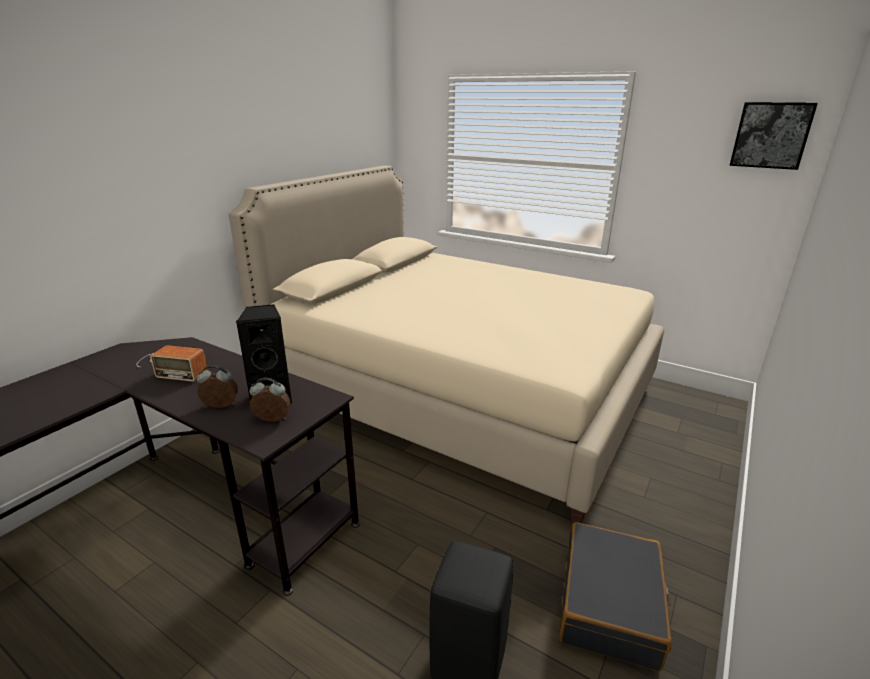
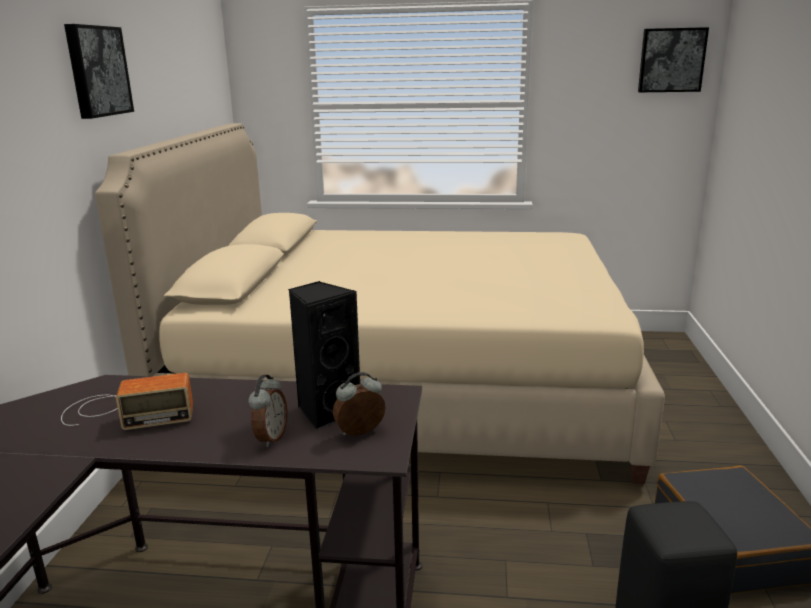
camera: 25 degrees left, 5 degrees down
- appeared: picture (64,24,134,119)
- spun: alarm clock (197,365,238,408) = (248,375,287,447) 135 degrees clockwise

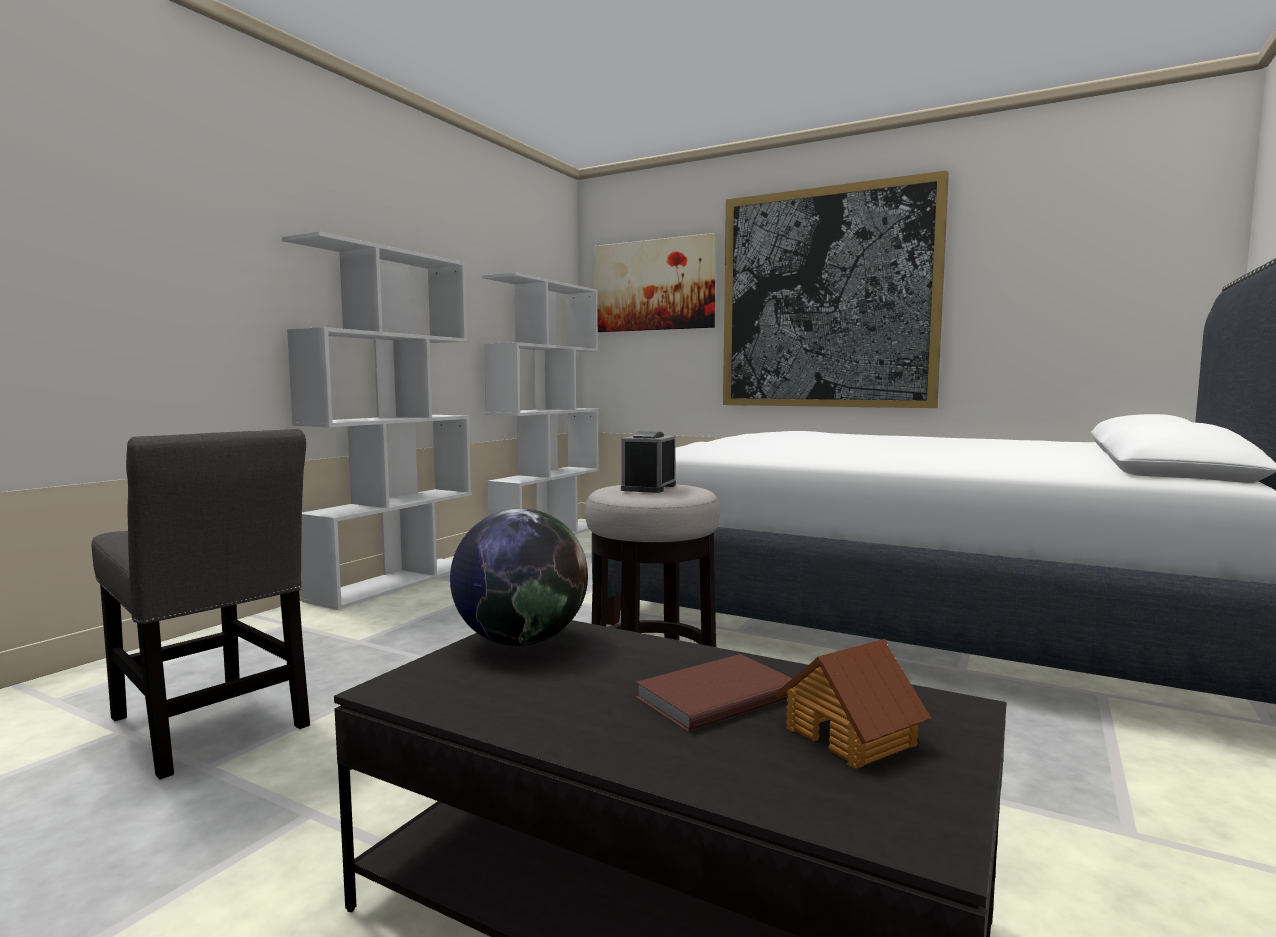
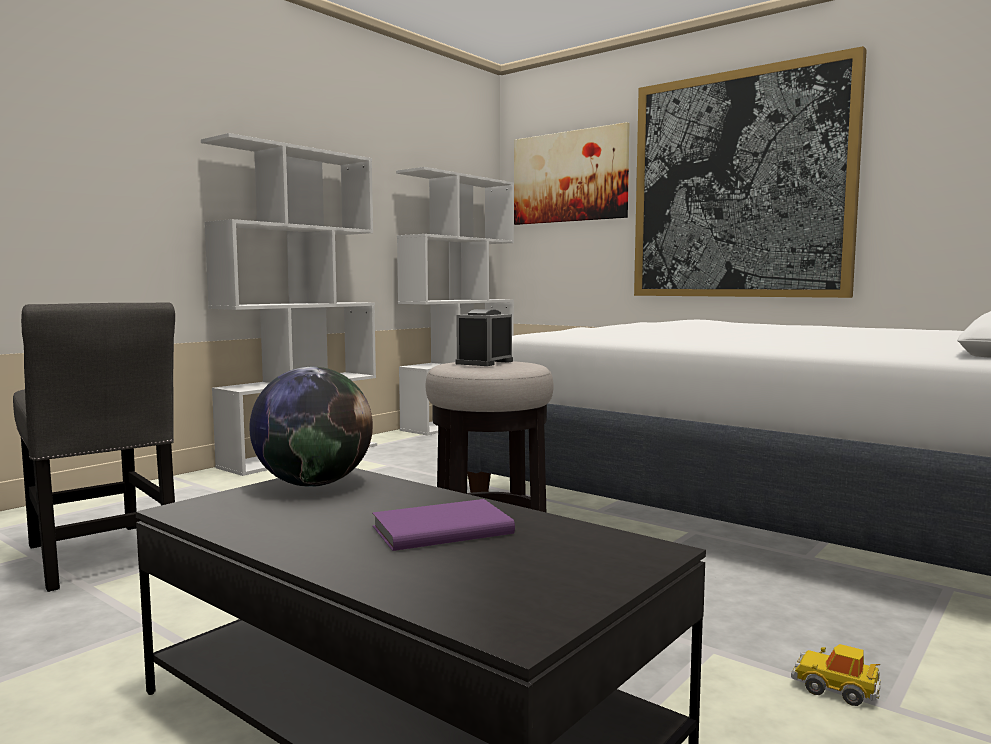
camera: 10 degrees right, 0 degrees up
- colour: brown book (636,654,792,732) to purple book (372,499,515,551)
- appeared: toy car (791,644,881,706)
- missing: toy house (775,639,931,769)

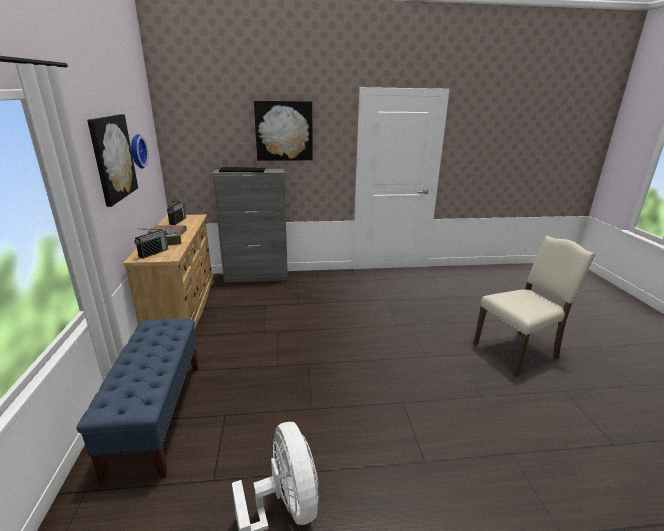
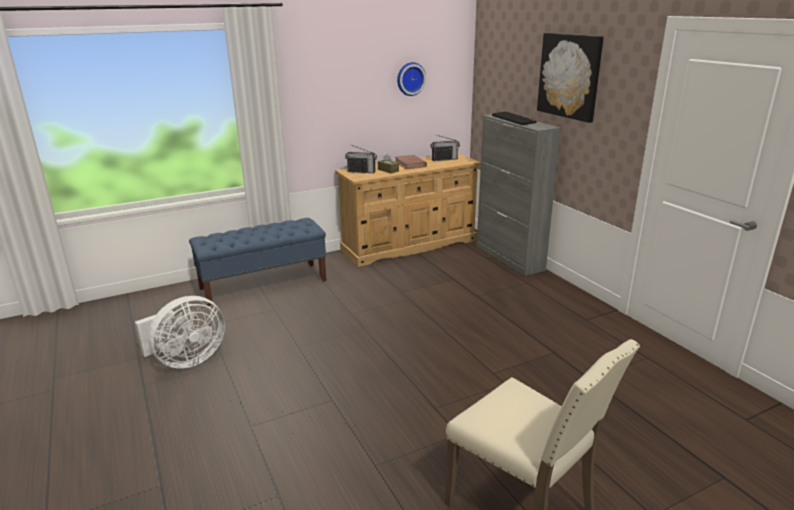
camera: 70 degrees right, 0 degrees up
- missing: picture (87,114,138,207)

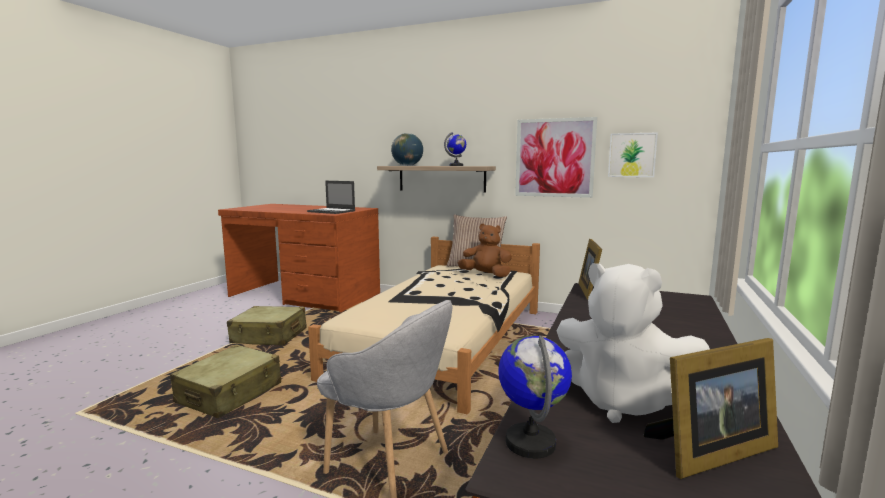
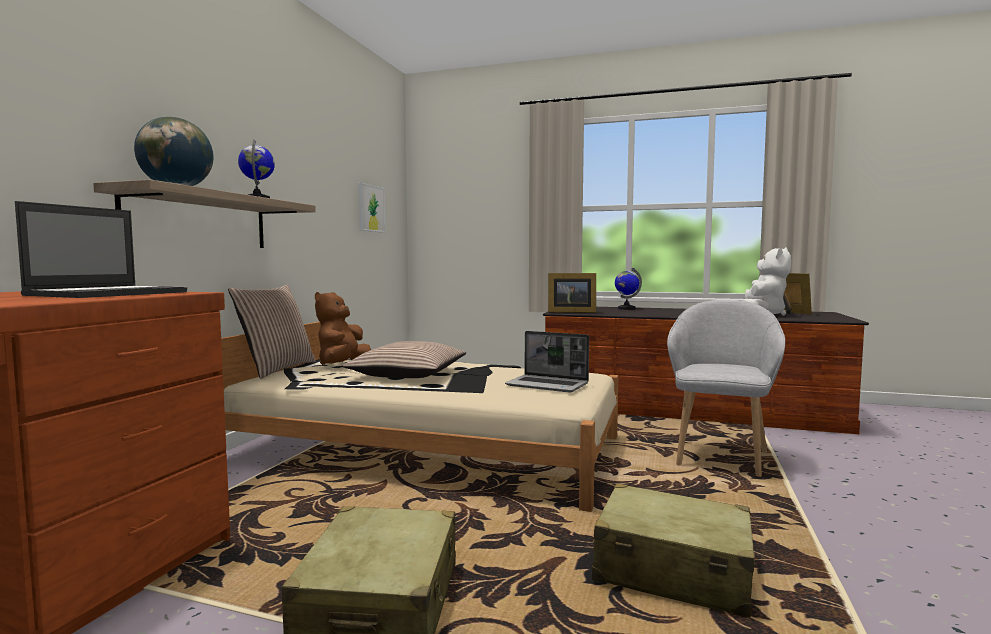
camera: 95 degrees left, 5 degrees down
- appeared: pillow (342,341,466,378)
- appeared: laptop (505,331,589,393)
- relocated: globe (499,335,572,458) to (615,268,642,310)
- missing: picture (515,117,597,198)

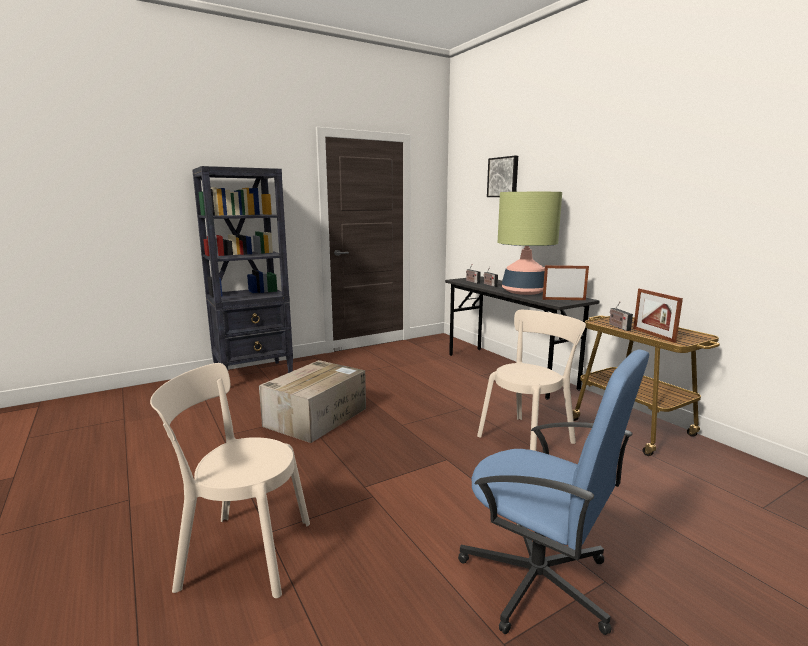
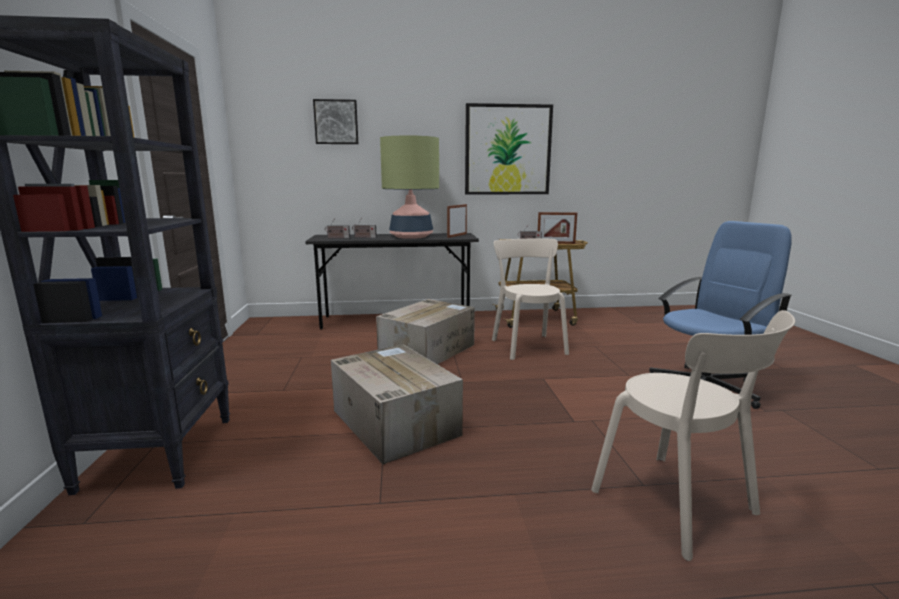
camera: 65 degrees left, 0 degrees up
- appeared: cardboard box (376,299,475,364)
- appeared: picture (465,103,553,195)
- spun: beige chair (150,363,310,598) = (591,310,795,561) 60 degrees counterclockwise

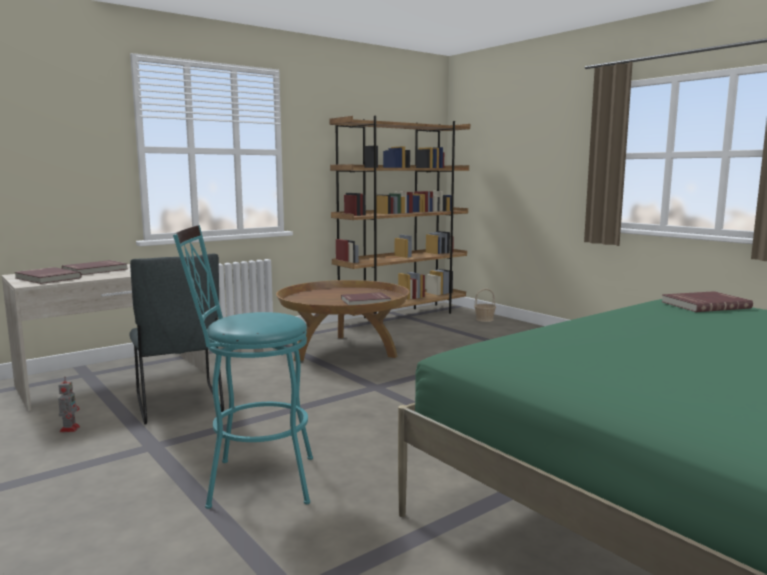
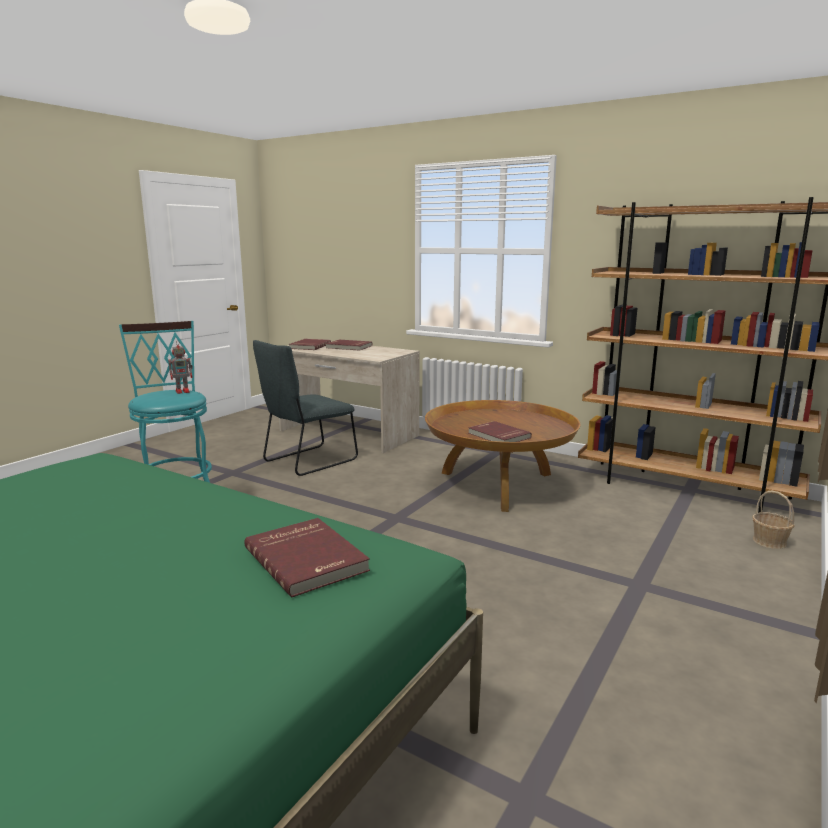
camera: 70 degrees right, 5 degrees up
- relocated: toy robot (58,376,80,432) to (168,341,193,394)

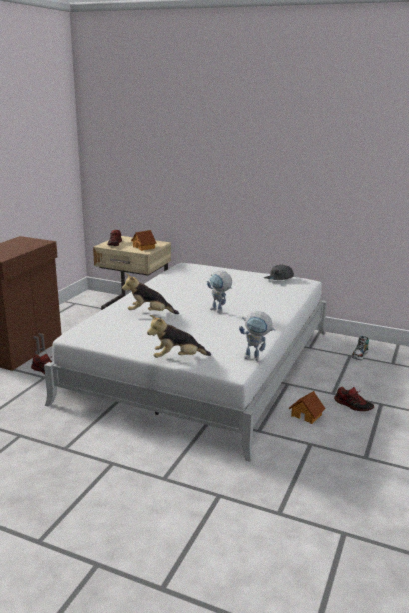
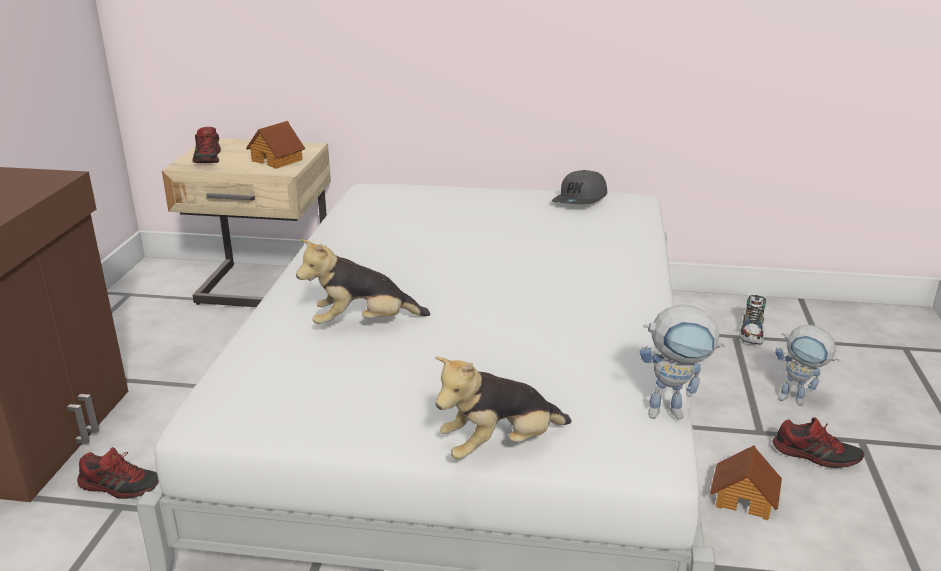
camera: 15 degrees left, 5 degrees up
- relocated: toy robot (207,271,232,313) to (775,325,840,406)

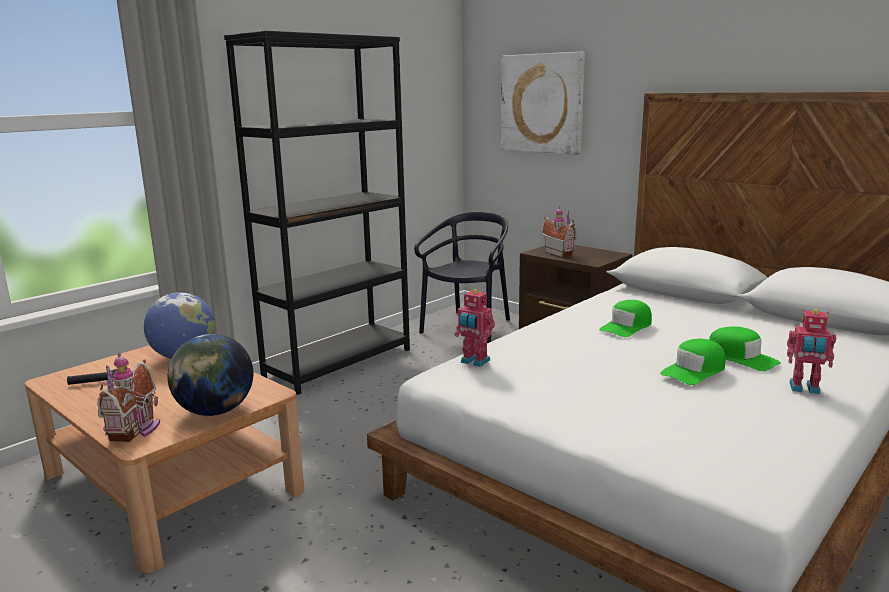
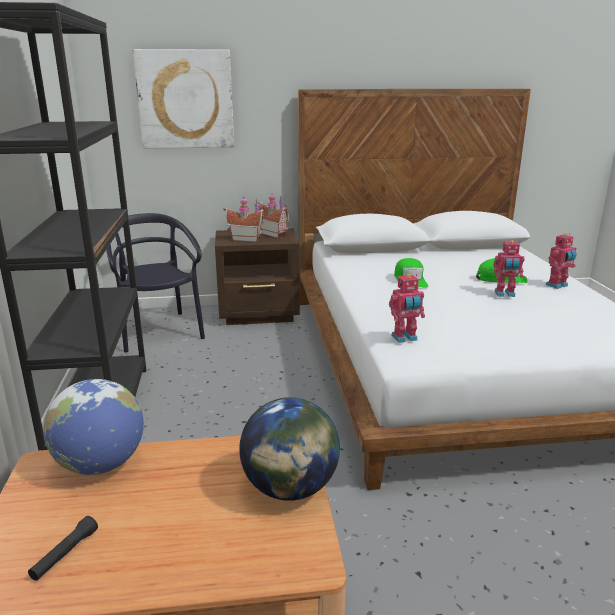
camera: 50 degrees left, 5 degrees up
- relocated: toy house (97,352,160,442) to (258,193,289,238)
- exchanged: green cap (660,339,725,385) to toy robot (493,240,525,297)

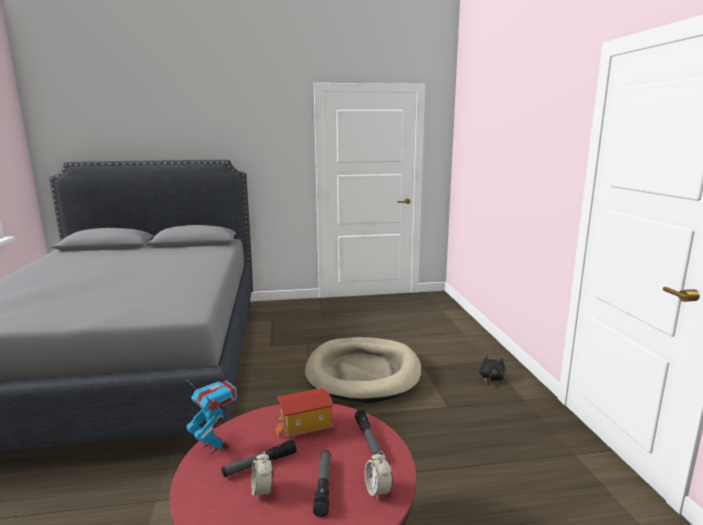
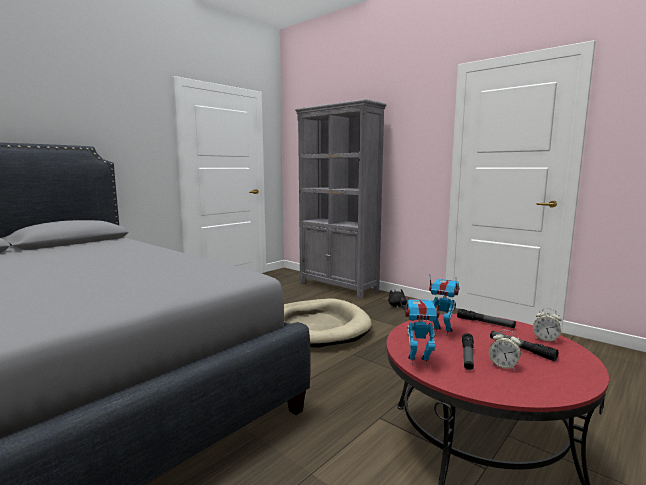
camera: 40 degrees left, 5 degrees down
- appeared: grey bookcase (295,99,387,299)
- exchanged: toy house (275,388,333,439) to toy robot (429,274,460,336)

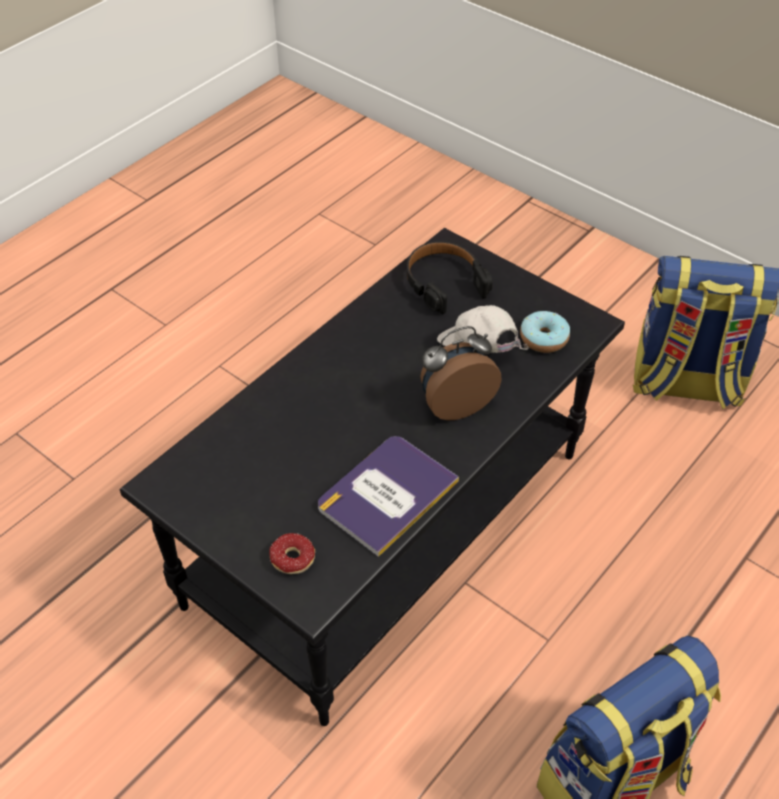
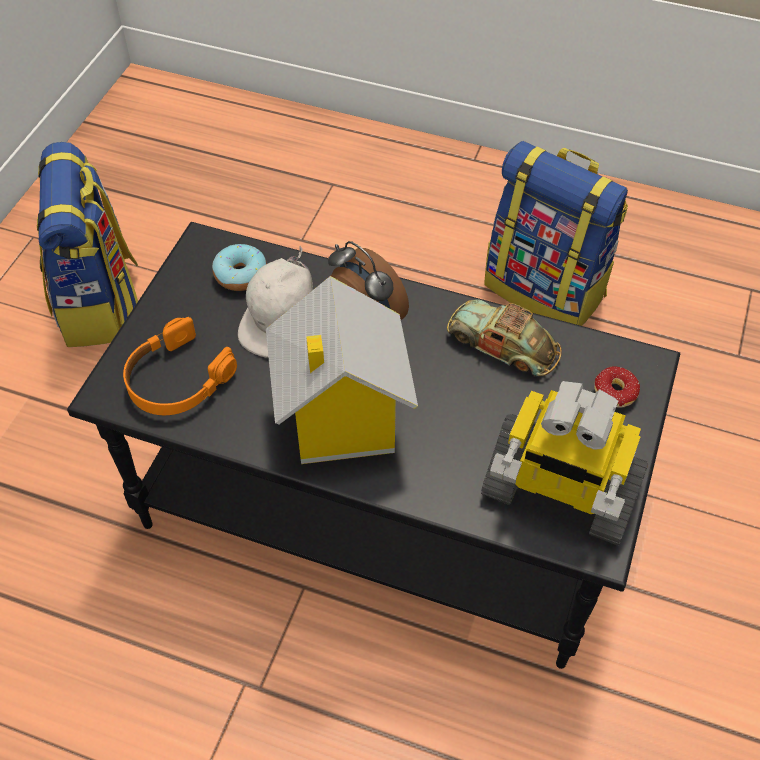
camera: 110 degrees left, 5 degrees up
- colour: black headphones (407,241,493,314) to orange headphones (123,317,237,415)
- appeared: toy house (266,276,418,464)
- exchanged: book (318,436,459,557) to toy car (447,300,562,376)
- appeared: toy robot (481,381,648,546)

